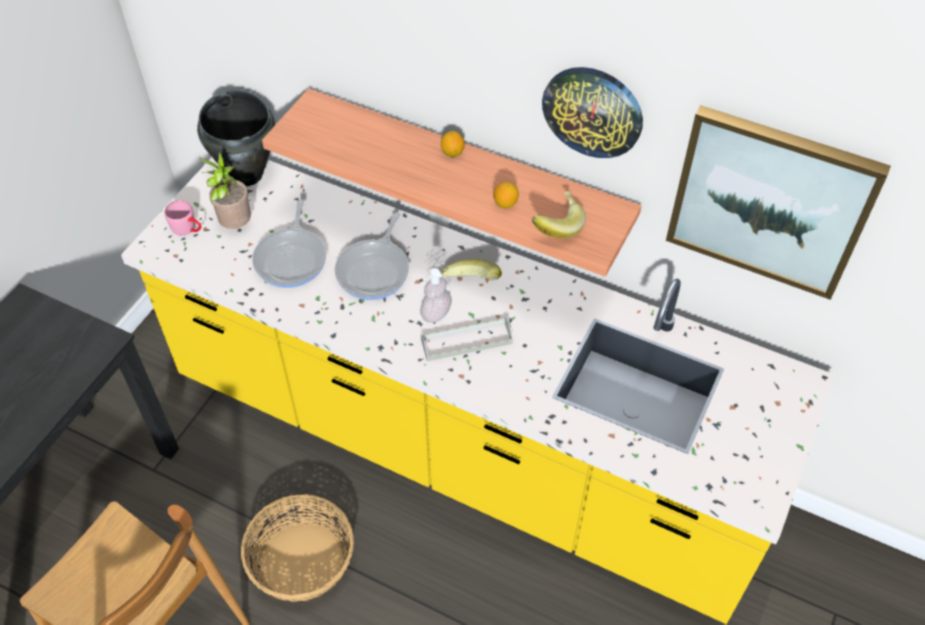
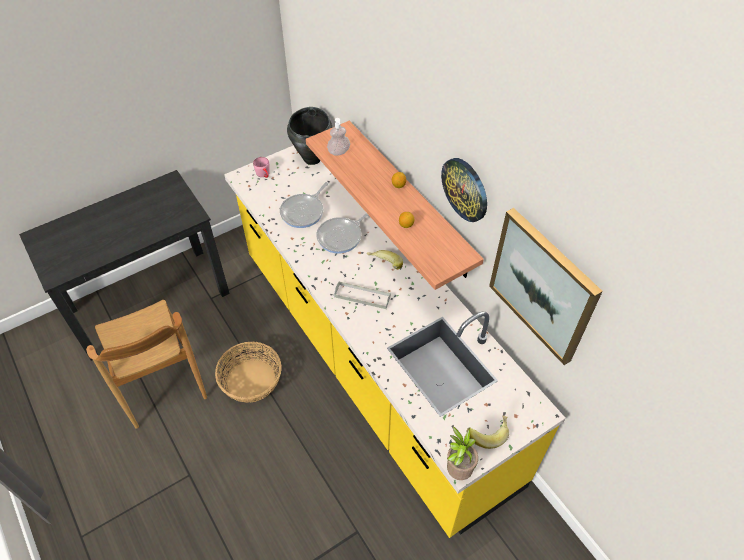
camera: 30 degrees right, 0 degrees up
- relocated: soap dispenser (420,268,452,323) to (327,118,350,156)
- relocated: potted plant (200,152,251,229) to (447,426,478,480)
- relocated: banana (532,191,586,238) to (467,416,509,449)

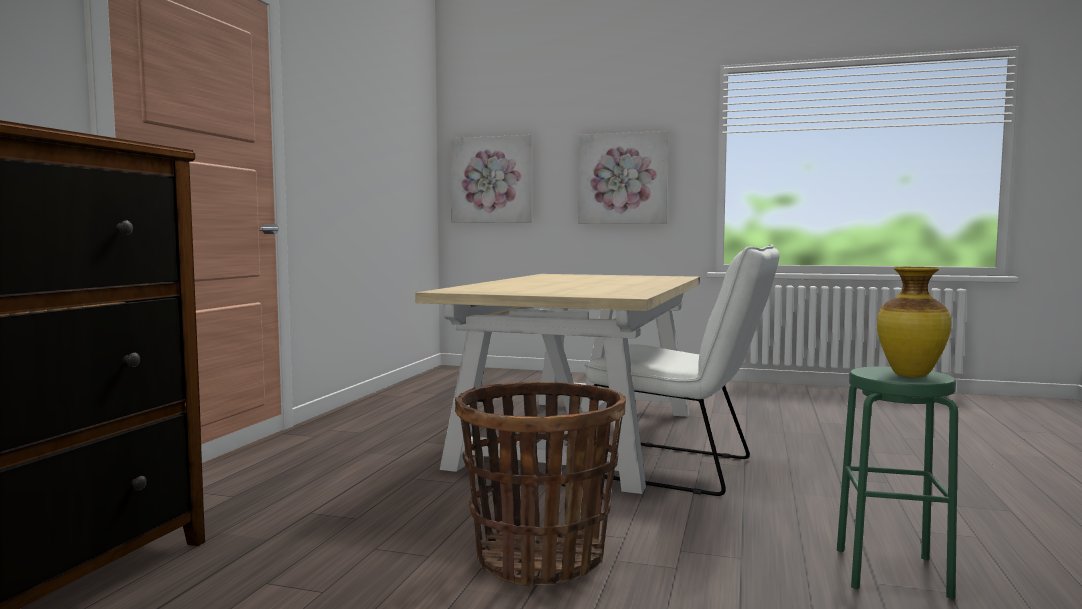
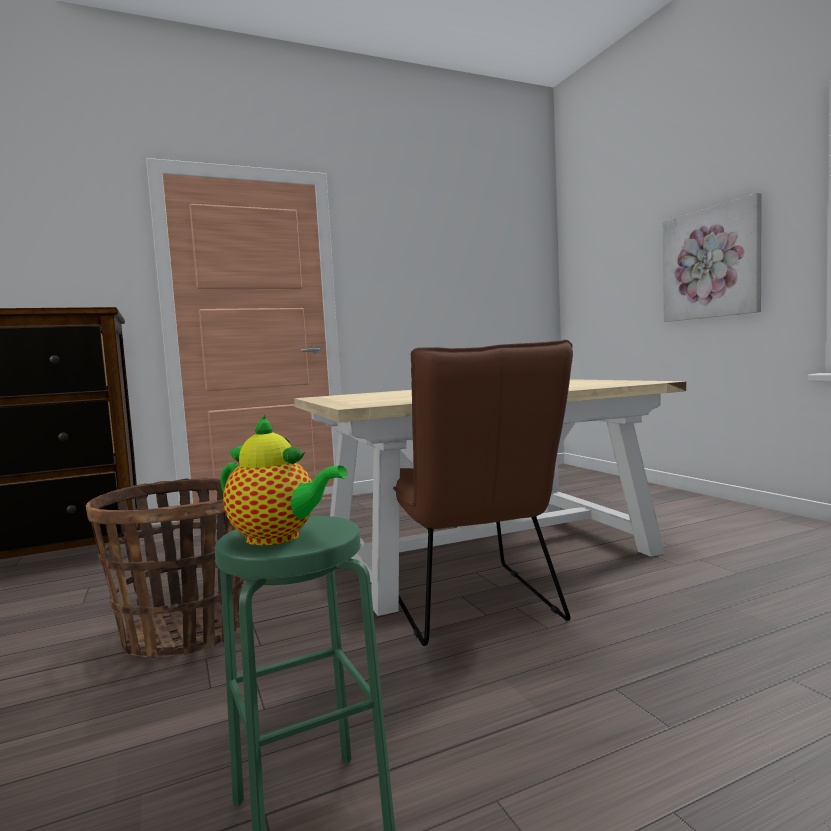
camera: 50 degrees right, 0 degrees up
- exchanged: vase (877,267,952,378) to teapot (221,415,347,545)
- colour: white chair (584,244,780,496) to brown chair (393,340,573,646)
- missing: picture (450,135,532,223)

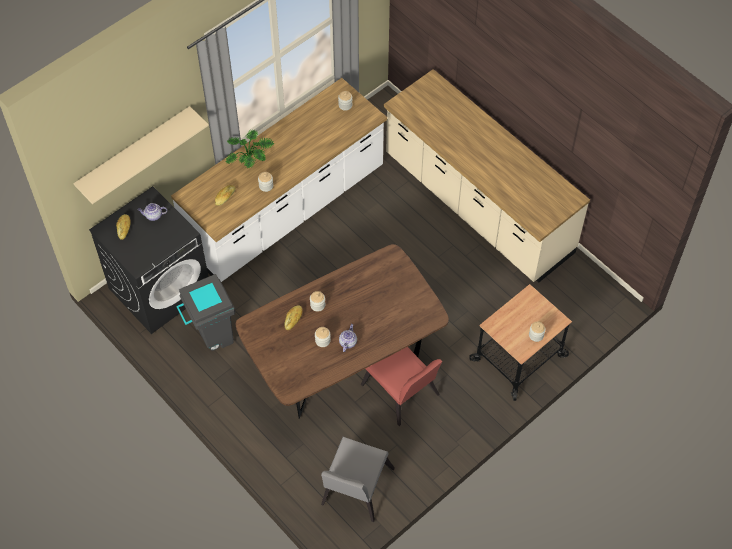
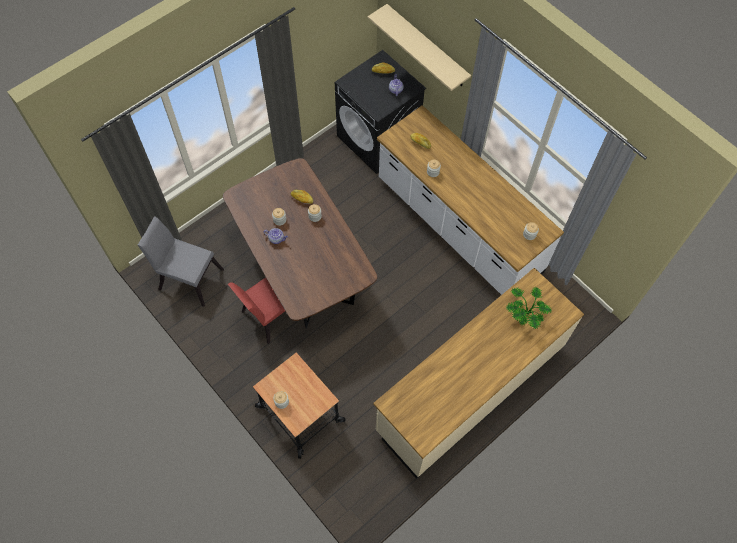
camera: 90 degrees right, 5 degrees up
- relocated: potted plant (225,129,274,168) to (506,287,551,329)
- missing: grey trash can (176,274,235,351)

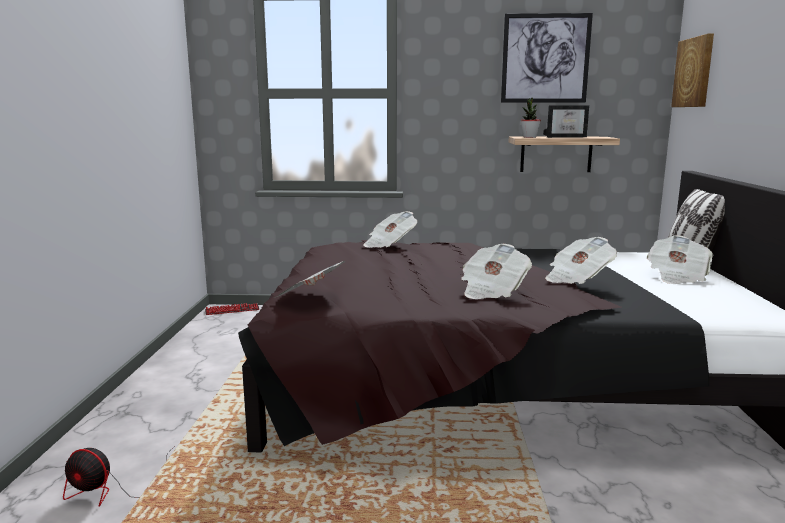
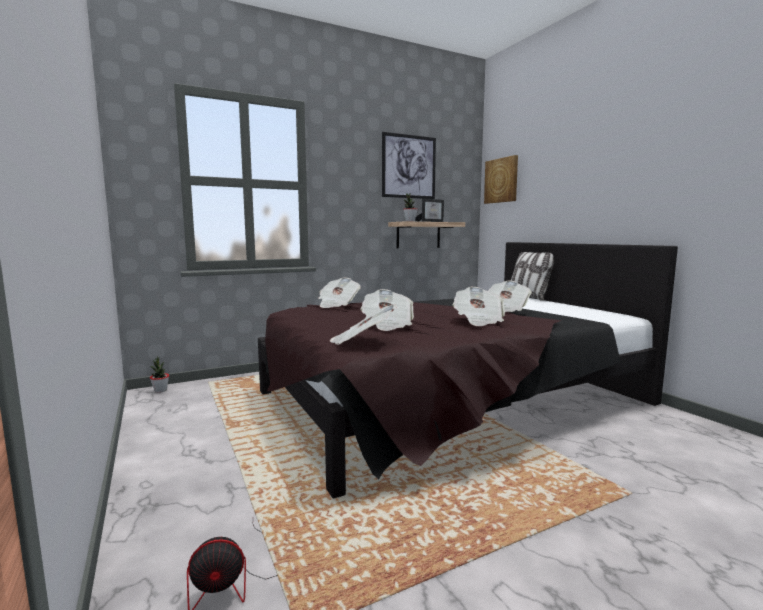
camera: 30 degrees left, 5 degrees down
- exchanged: keyboard (205,303,259,315) to potted plant (150,356,169,393)
- relocated: newspaper (647,235,713,284) to (361,289,414,331)

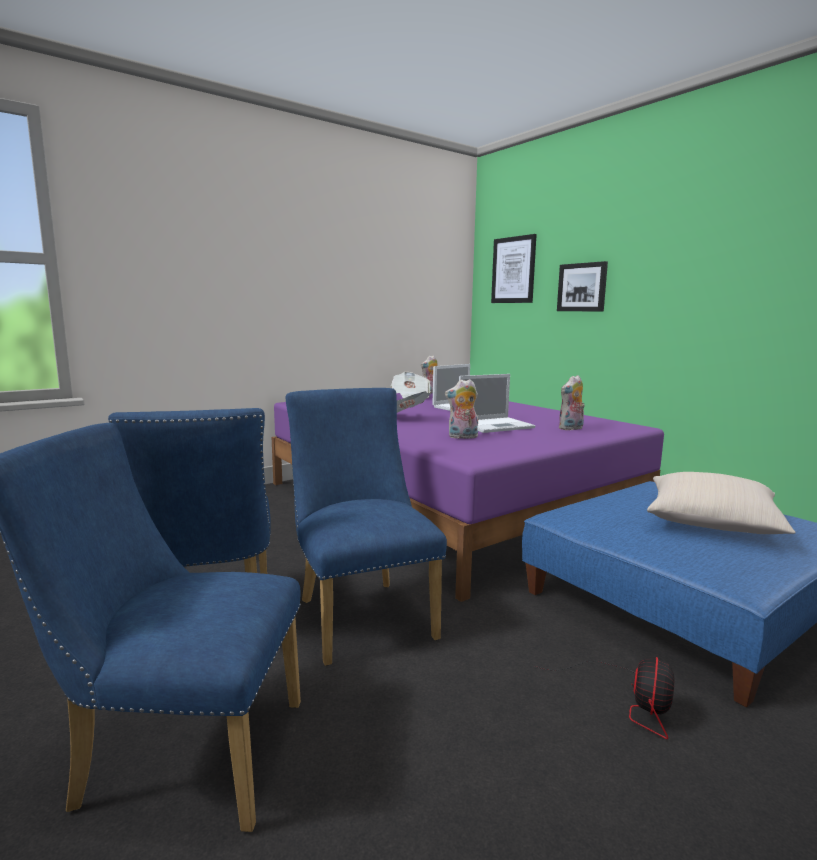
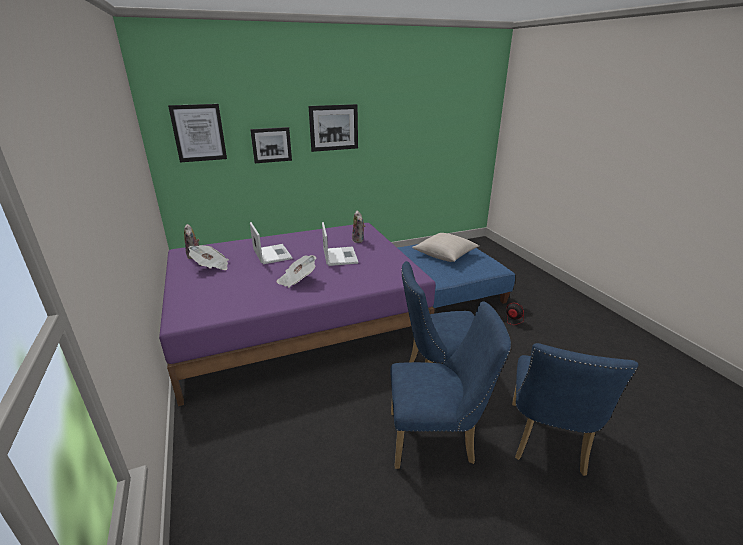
camera: 75 degrees left, 15 degrees up
- appeared: picture (309,104,358,152)
- missing: plush toy (445,379,478,439)

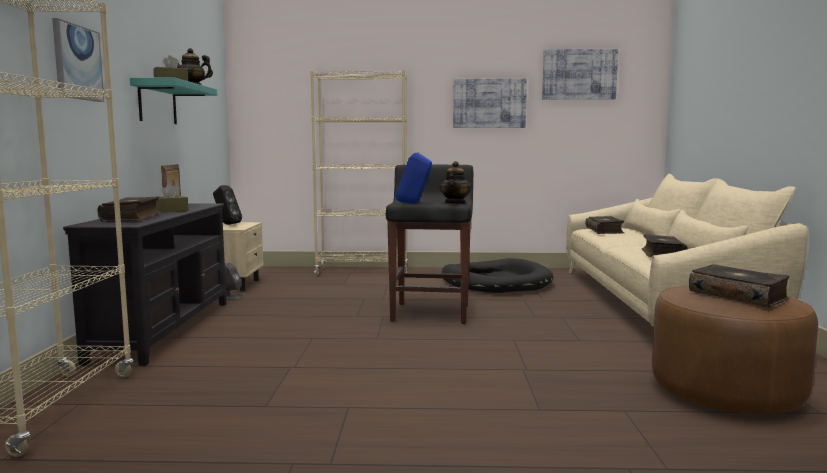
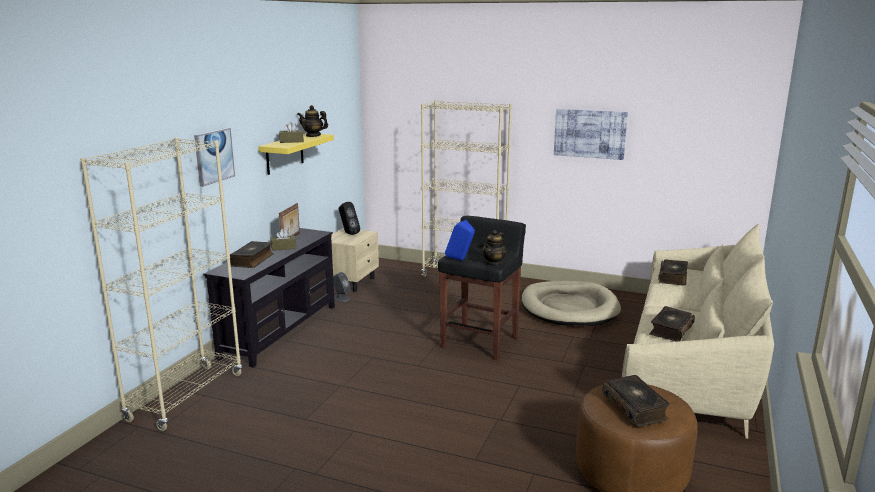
camera: 20 degrees right, 10 degrees up
- colour: turquoise shelf (130,78,217,124) to yellow shelf (258,133,334,175)
- colour: black dog bed (441,258,554,293) to beige dog bed (521,281,621,326)
- missing: picture (542,49,618,100)

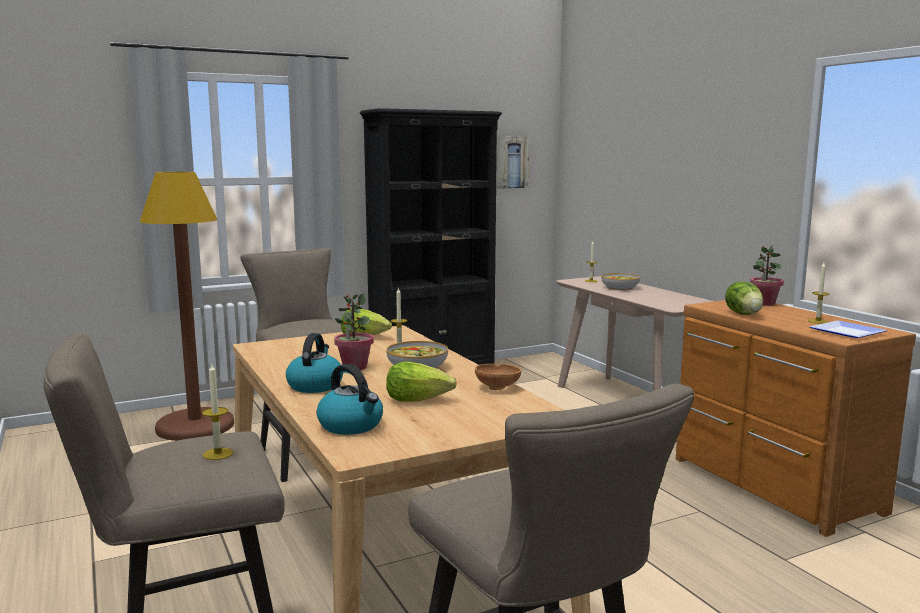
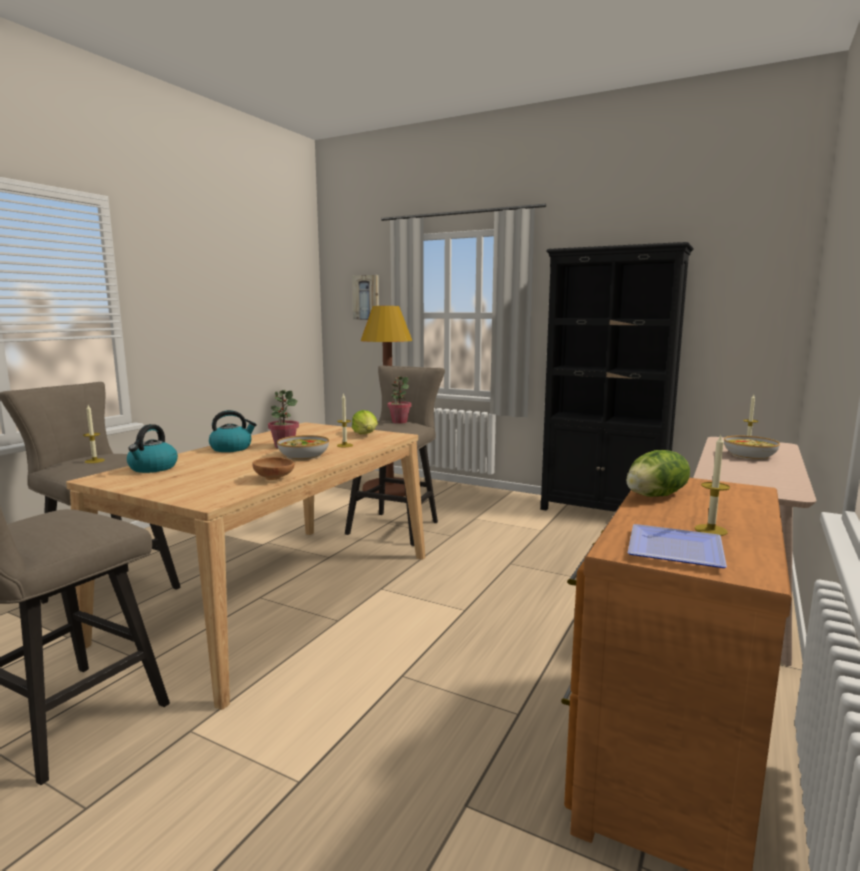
camera: 55 degrees right, 0 degrees up
- relocated: picture (497,137,529,189) to (352,275,379,320)
- relocated: potted plant (750,245,784,306) to (387,376,412,424)
- missing: lettuce (386,361,457,402)

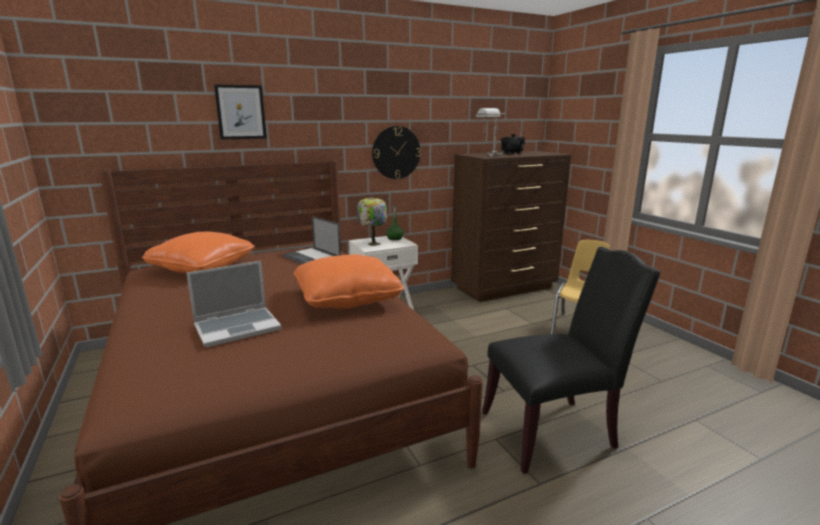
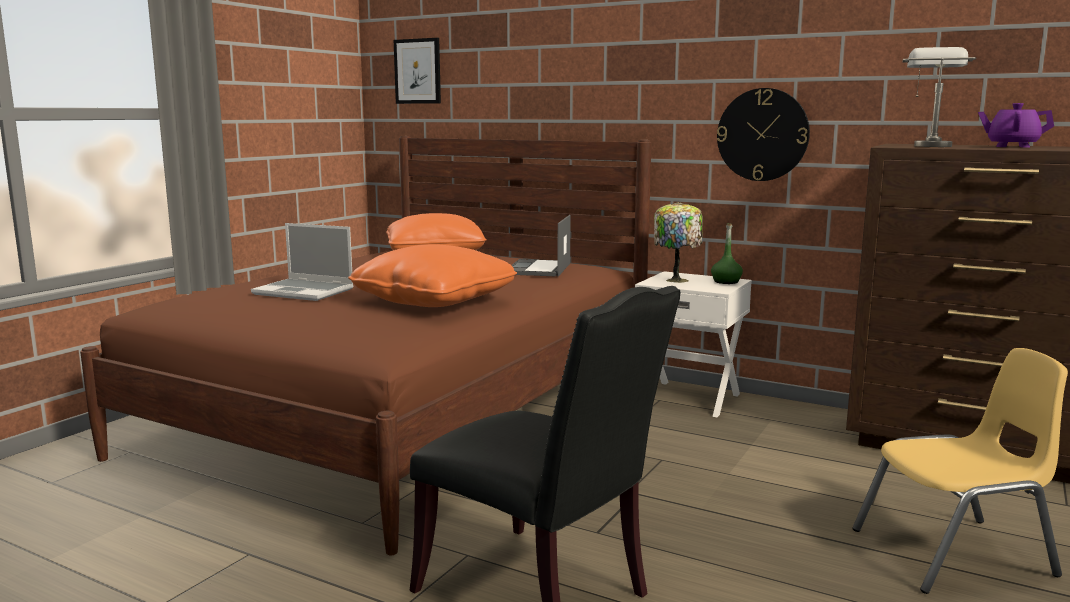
camera: 55 degrees right, 5 degrees down
- relocated: picture (214,84,267,139) to (394,38,441,104)
- colour: black teapot (501,134,525,154) to purple teapot (978,103,1054,148)

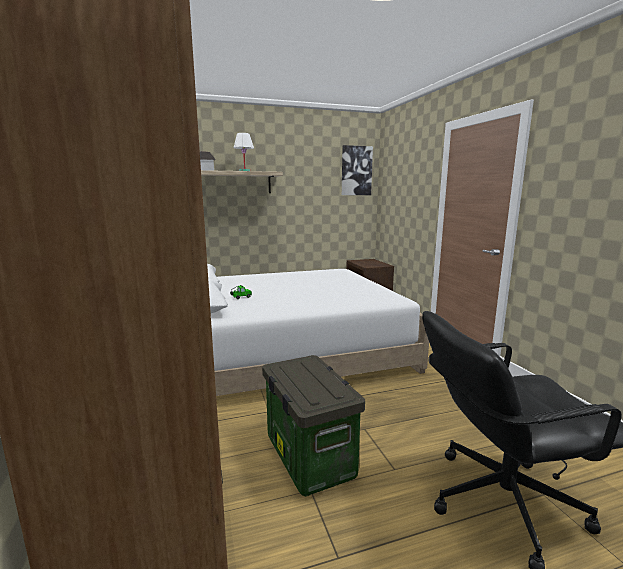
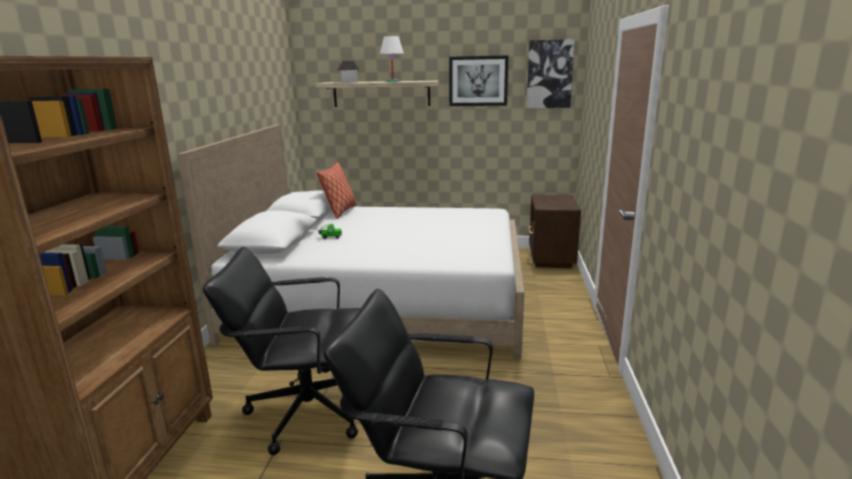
camera: 25 degrees right, 5 degrees up
- exchanged: storage box (262,355,365,496) to black office chair (203,247,361,455)
- appeared: pillow (317,162,356,219)
- appeared: picture (449,55,509,106)

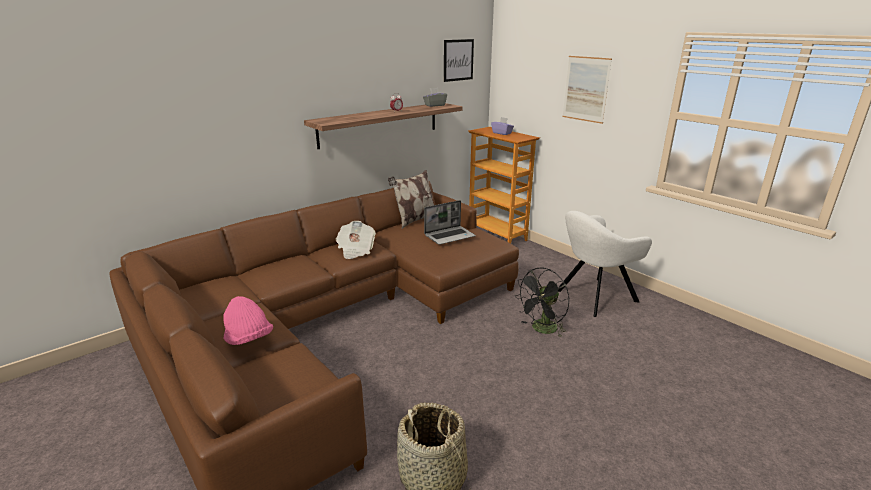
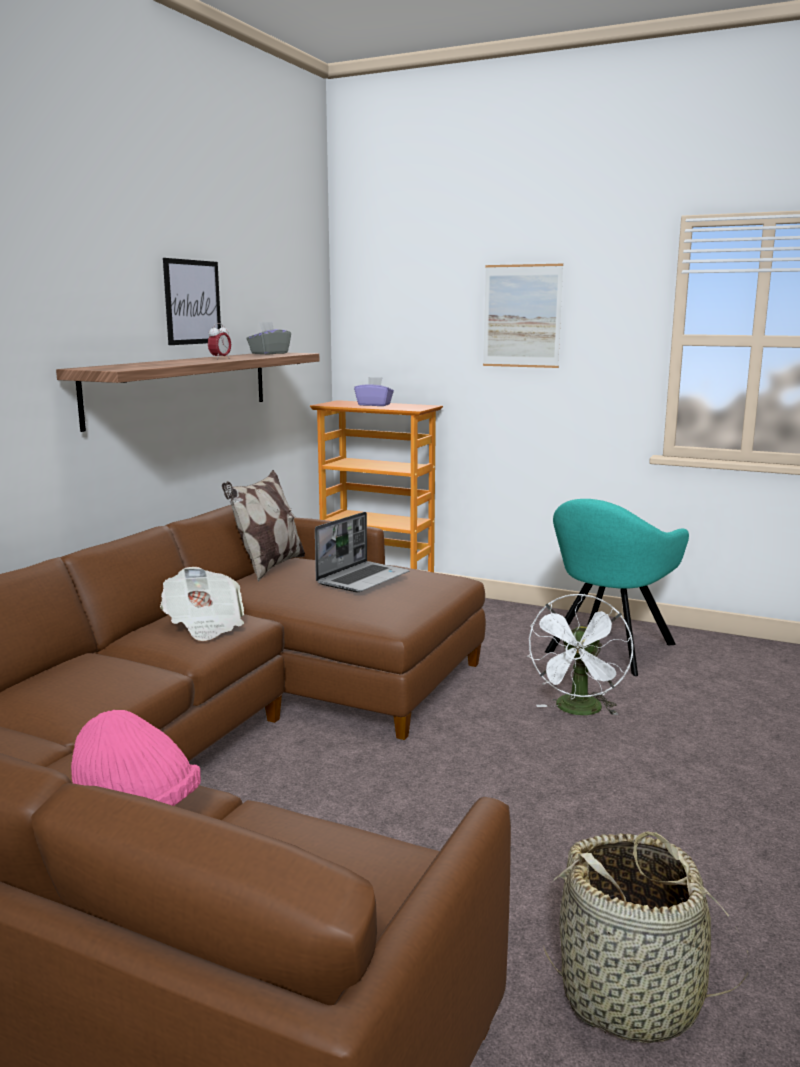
camera: 25 degrees left, 10 degrees down
- relocated: picture (444,39,474,82) to (163,258,221,345)
- colour: black fan (515,268,569,338) to white fan (527,594,633,716)
- colour: white armchair (558,211,652,317) to turquoise armchair (545,499,689,676)

